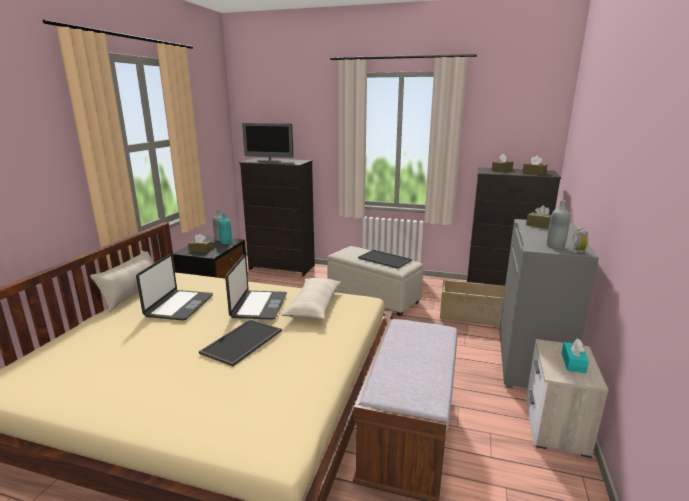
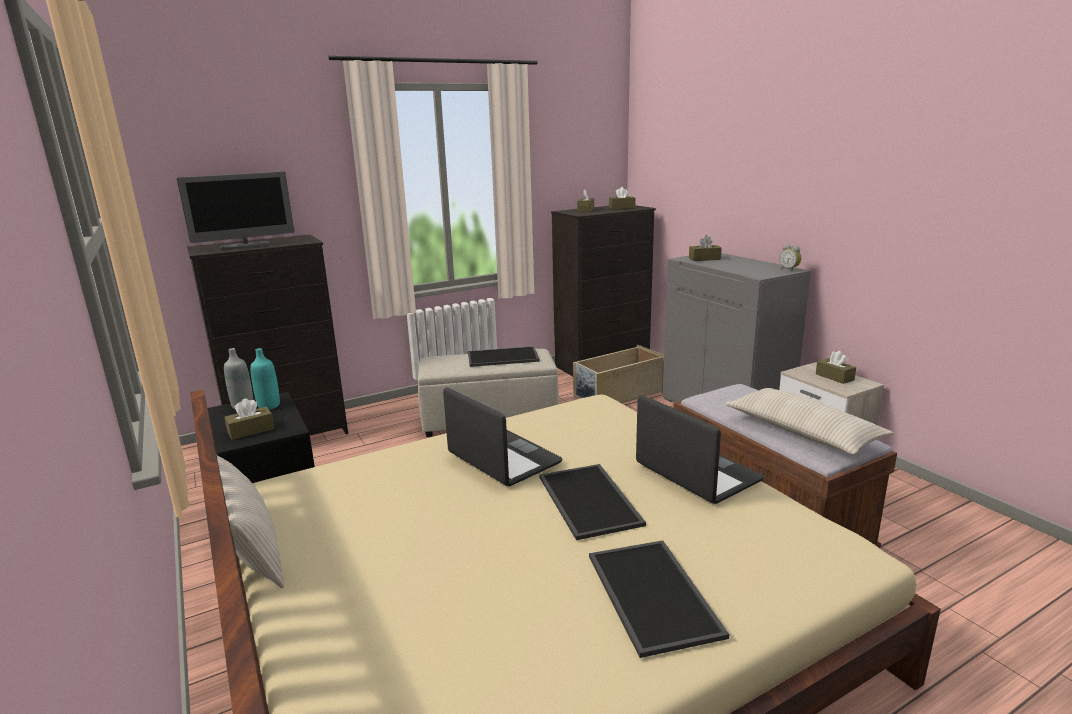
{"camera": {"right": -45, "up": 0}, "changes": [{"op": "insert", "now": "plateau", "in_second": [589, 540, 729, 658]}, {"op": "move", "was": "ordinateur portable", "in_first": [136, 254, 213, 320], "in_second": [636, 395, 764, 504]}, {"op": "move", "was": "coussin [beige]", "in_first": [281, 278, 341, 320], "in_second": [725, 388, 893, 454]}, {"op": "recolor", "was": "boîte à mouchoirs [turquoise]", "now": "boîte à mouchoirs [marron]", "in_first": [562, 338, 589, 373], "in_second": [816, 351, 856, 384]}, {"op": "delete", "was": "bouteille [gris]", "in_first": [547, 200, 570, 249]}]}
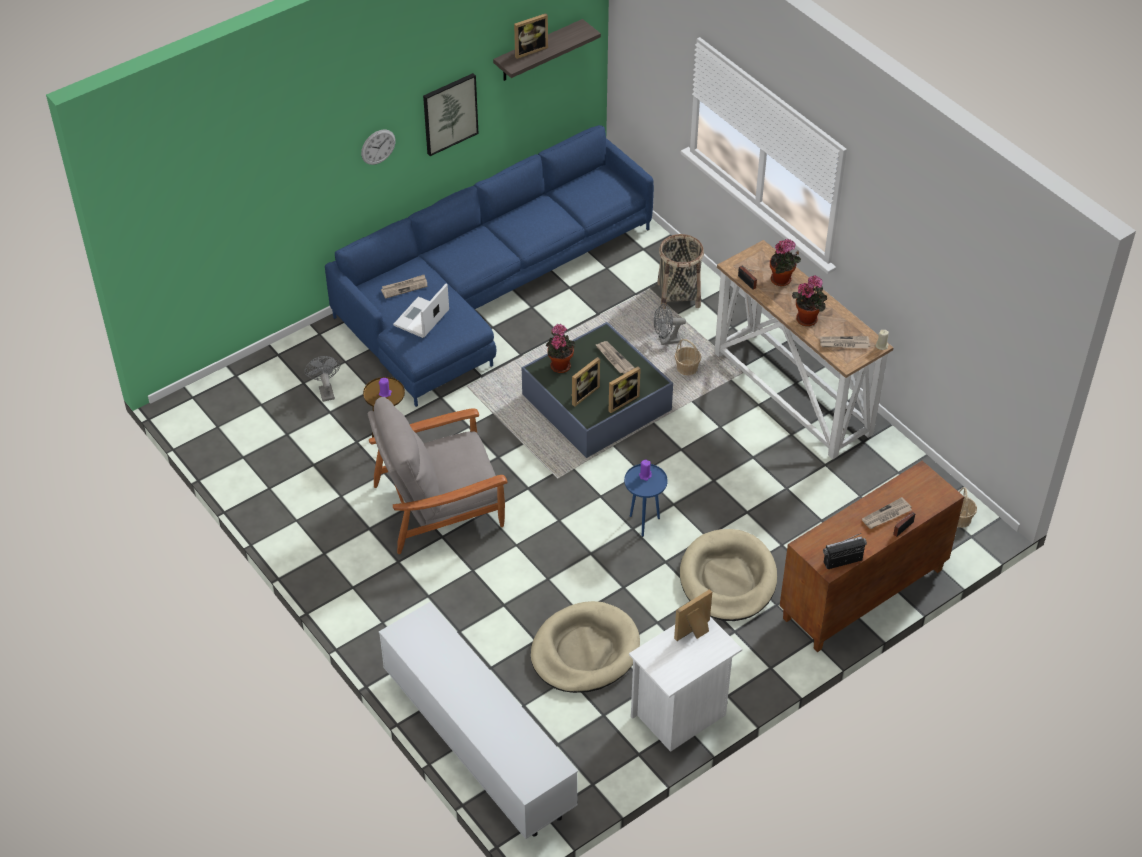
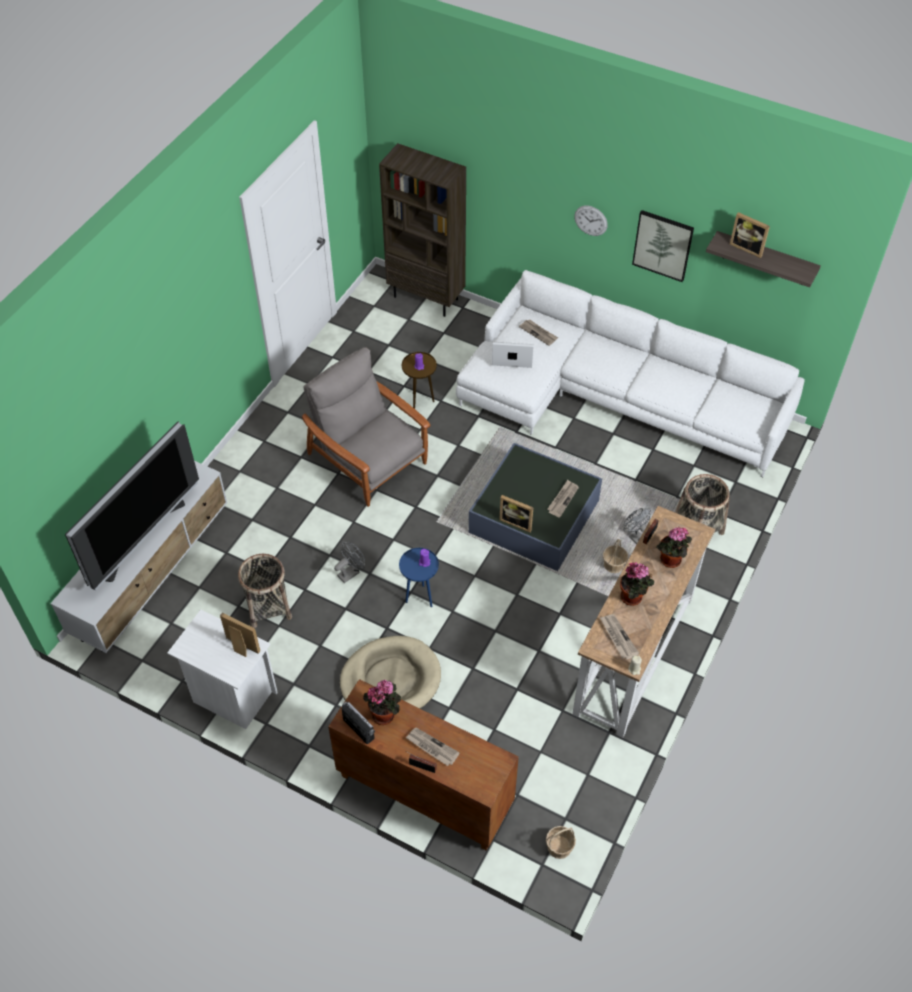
{"camera": {"right": 65, "up": 5}, "changes": [{"op": "insert", "now": "téléviseur", "in_second": [65, 422, 199, 591]}, {"op": "replace", "was": "panier pour chien [beige]", "now": "panier", "in_first": [531, 601, 640, 693], "in_second": [238, 554, 292, 628]}, {"op": "move", "was": "ventilateur [gris]", "in_first": [304, 356, 340, 402], "in_second": [334, 542, 365, 583]}, {"op": "move", "was": "plante en pot", "in_first": [546, 324, 575, 373], "in_second": [363, 680, 401, 725]}, {"op": "insert", "now": "bibliothèque [marron]", "in_second": [379, 143, 466, 317]}, {"op": "recolor", "was": "canapé [bleu]", "now": "canapé [blanc]", "in_first": [325, 125, 654, 407], "in_second": [456, 270, 805, 477]}, {"op": "delete", "was": "cadre photo", "in_first": [571, 357, 600, 407]}]}
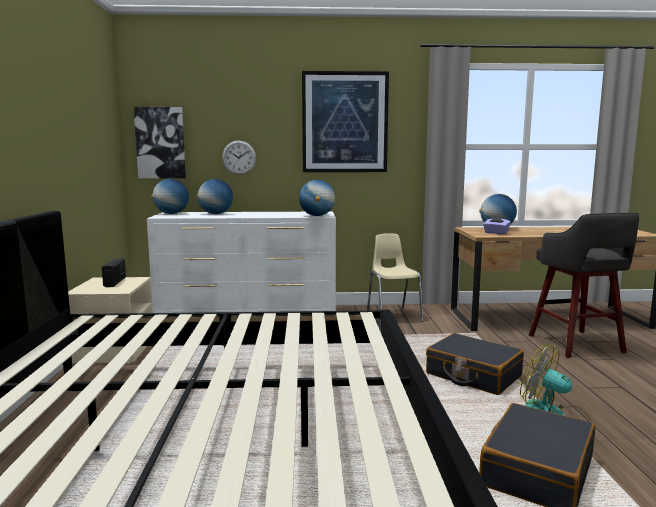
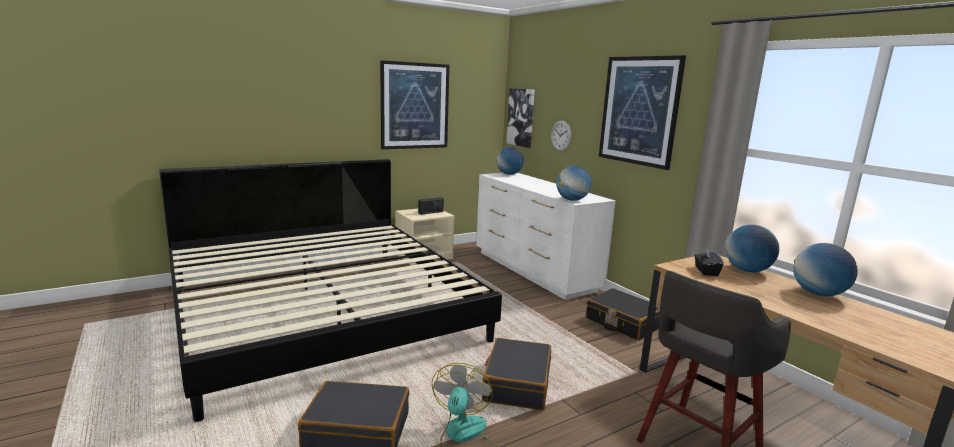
{"camera": {"right": 60, "up": 5}, "changes": [{"op": "insert", "now": "tableau", "in_second": [380, 60, 449, 149]}, {"op": "replace", "was": "chaise [beige]", "now": "valise [noir]", "in_first": [367, 233, 423, 322], "in_second": [586, 288, 660, 341]}, {"op": "recolor", "was": "boîte à mouchoirs [violet]", "now": "boîte à mouchoirs [noir]", "in_first": [483, 215, 511, 234], "in_second": [695, 248, 724, 276]}, {"op": "move", "was": "globe", "in_first": [196, 179, 233, 214], "in_second": [793, 243, 858, 296]}]}
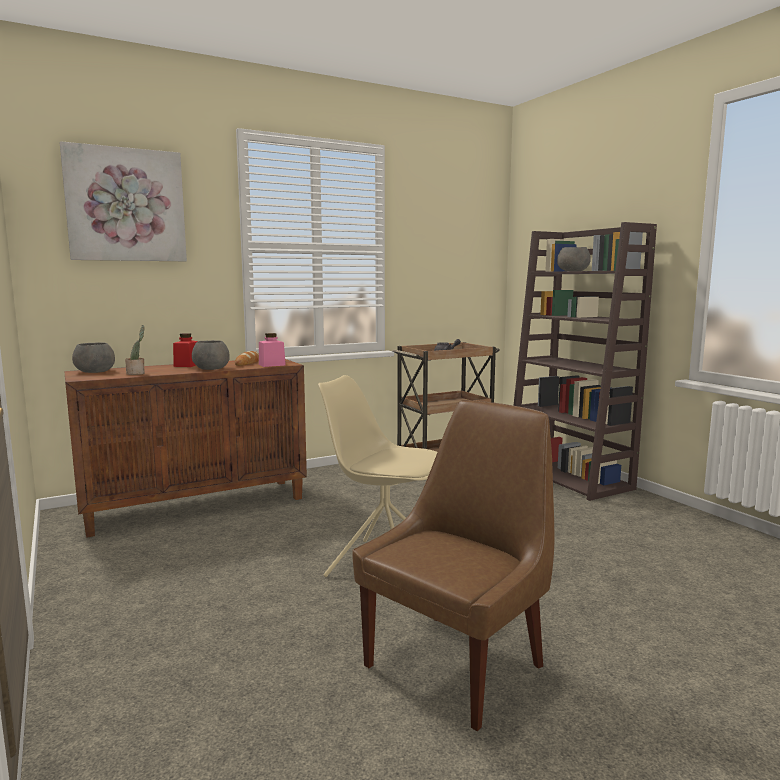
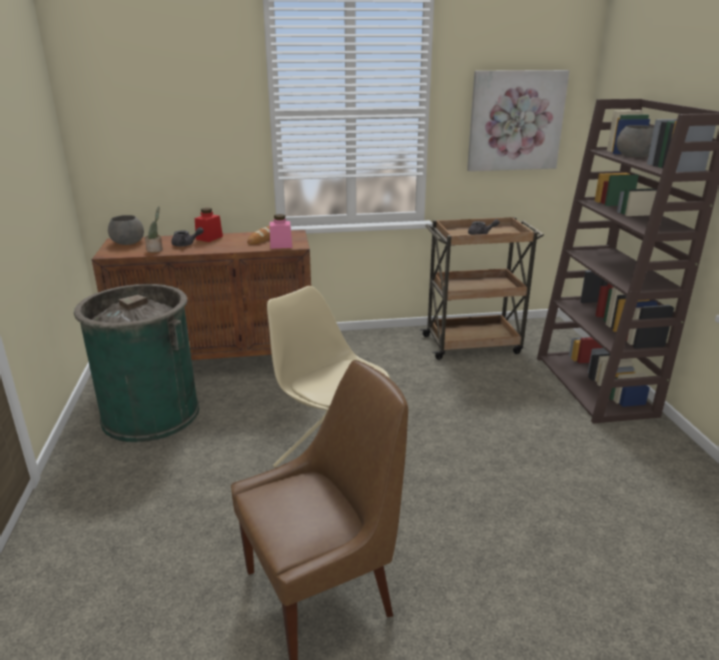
{"camera": {"right": 20, "up": 15}, "changes": [{"op": "insert", "now": "poubelle [vert]", "in_second": [74, 284, 200, 443]}, {"op": "insert", "now": "théière [gris]", "in_second": [171, 227, 204, 247]}, {"op": "move", "was": "tableau", "in_first": [60, 141, 187, 261], "in_second": [467, 70, 569, 171]}, {"op": "delete", "was": "bol [gris]", "in_first": [192, 340, 230, 370]}]}
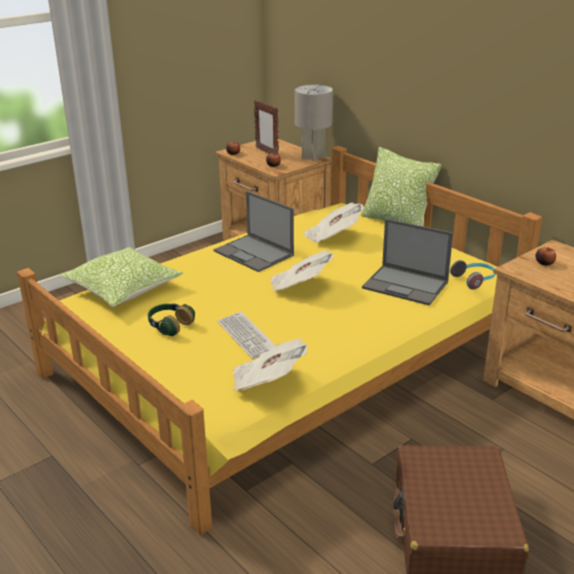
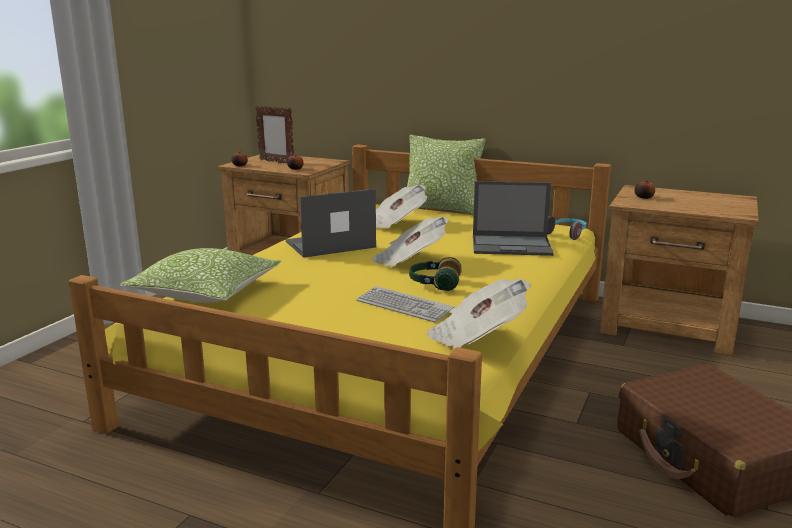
{"camera": {"right": -25, "up": -10}, "changes": [{"op": "rotate", "was": "ordinateur portable", "in_first": [213, 191, 294, 272], "in_second": [286, 189, 376, 258], "clockwise": 135}, {"op": "move", "was": "casque audio", "in_first": [148, 303, 195, 336], "in_second": [409, 257, 462, 291]}, {"op": "delete", "was": "lampe de table [gris]", "in_first": [295, 85, 333, 162]}]}
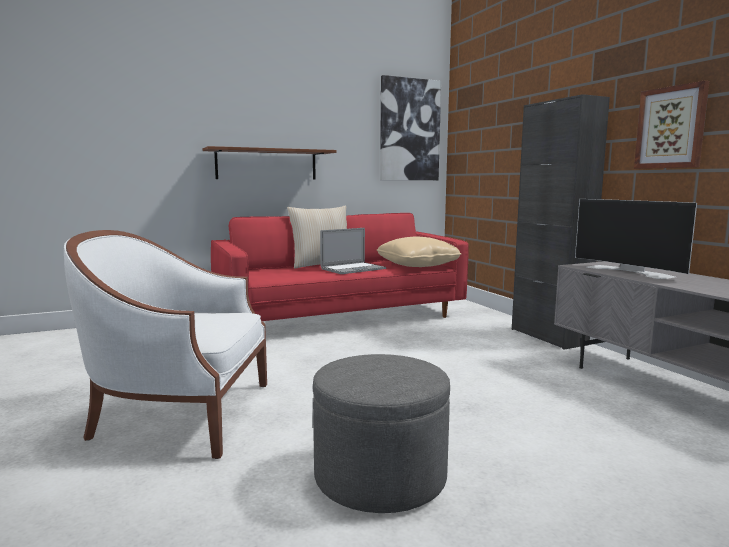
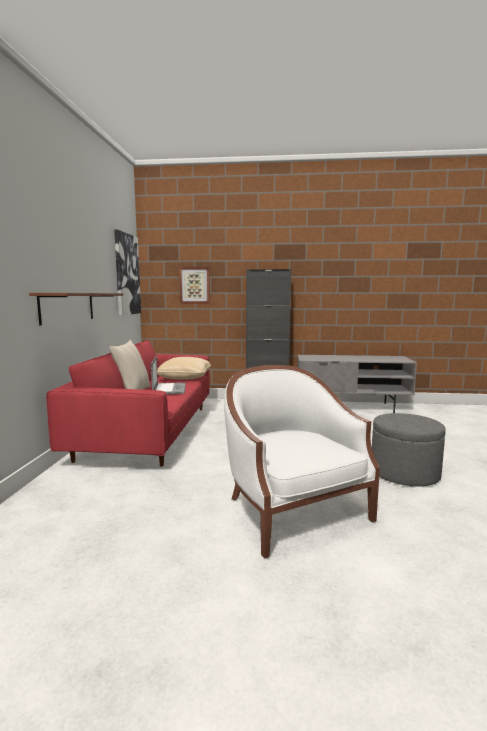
{"camera": {"right": -60, "up": 0}, "changes": [{"op": "move", "was": "tableau", "in_first": [634, 81, 709, 169], "in_second": [179, 267, 210, 304]}, {"op": "rotate", "was": "fauteuil [blanc]", "in_first": [64, 230, 267, 459], "in_second": [224, 365, 380, 559], "clockwise": 120}, {"op": "delete", "was": "téléviseur", "in_first": [575, 199, 697, 279]}]}
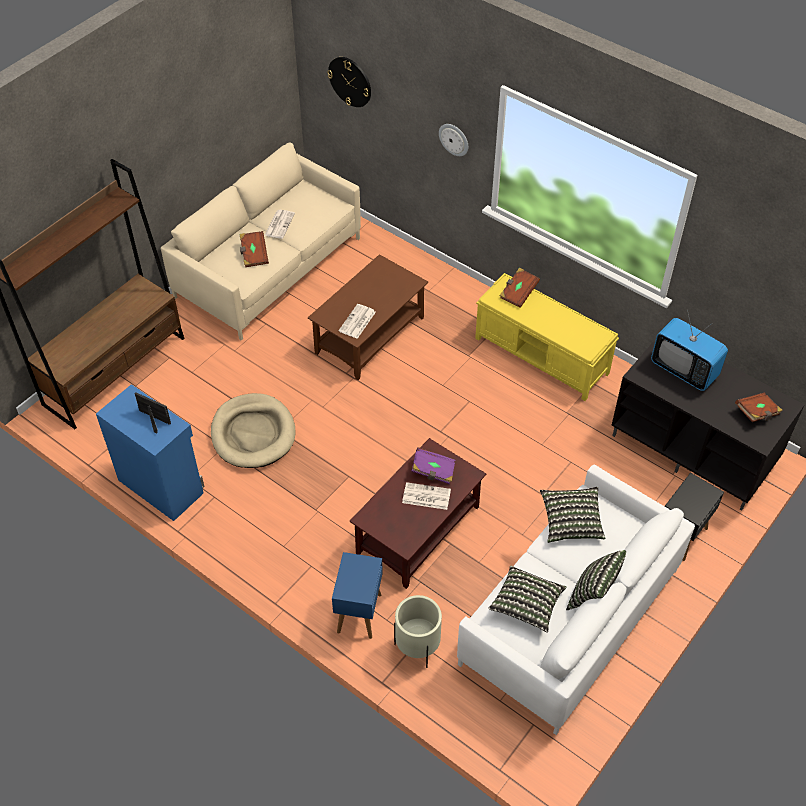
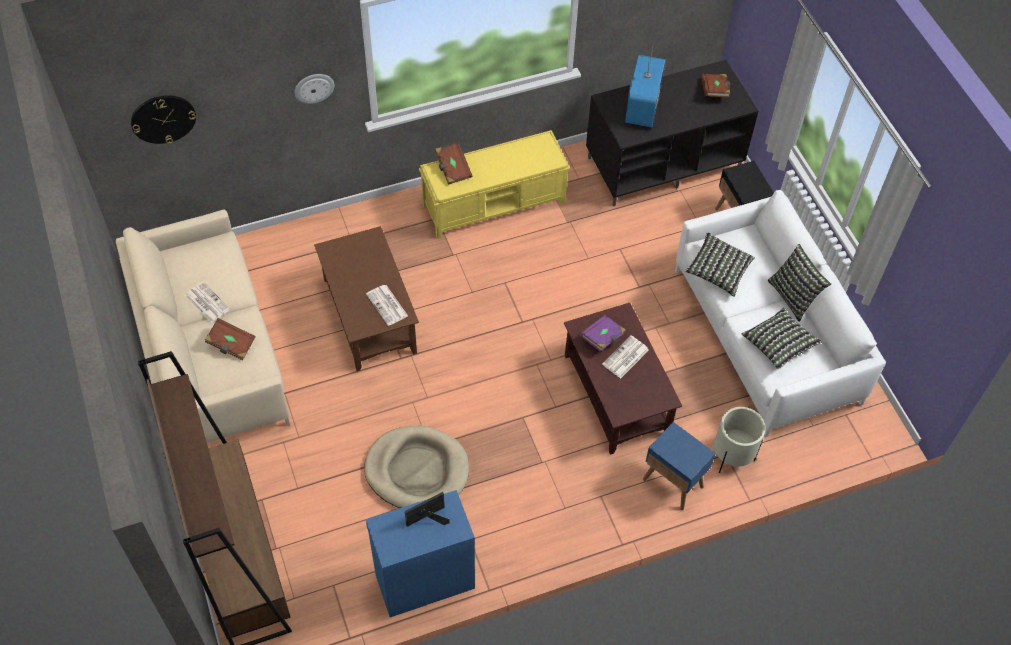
{"camera": {"right": -60, "up": 5}, "changes": [{"op": "rotate", "was": "téléviseur", "in_first": [651, 310, 728, 391], "in_second": [625, 44, 666, 128], "clockwise": -60}]}
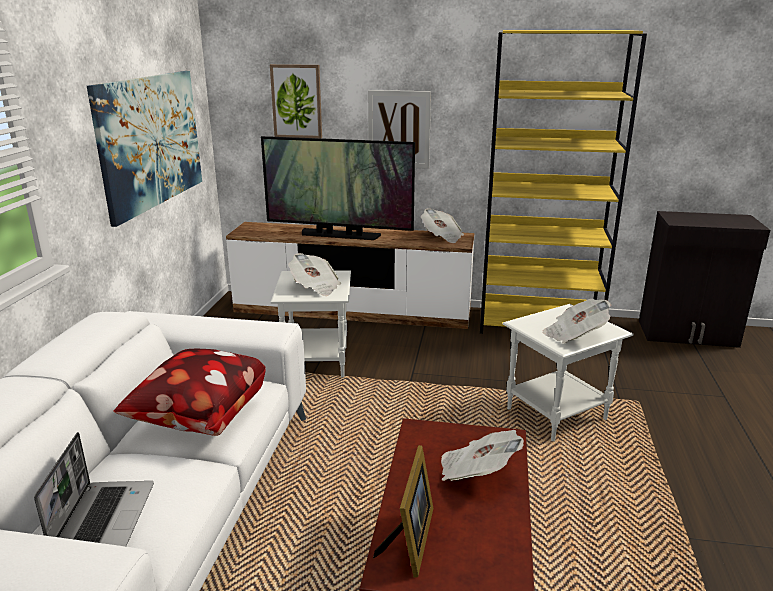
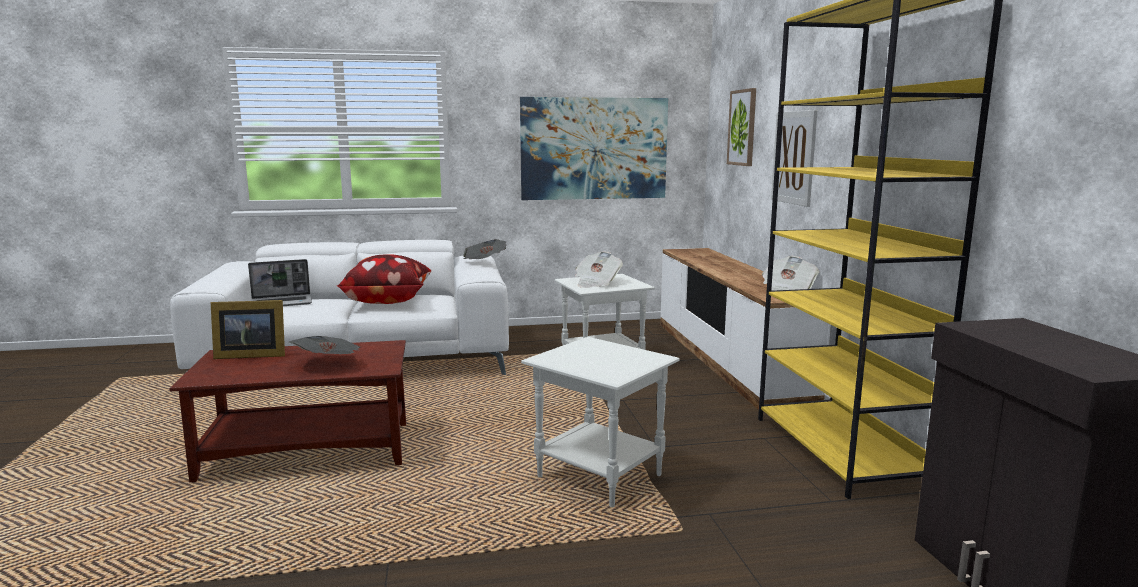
{"camera": {"right": 70, "up": -10}, "changes": [{"op": "move", "was": "journal", "in_first": [543, 299, 612, 343], "in_second": [463, 239, 506, 259]}, {"op": "delete", "was": "téléviseur", "in_first": [261, 136, 415, 240]}]}
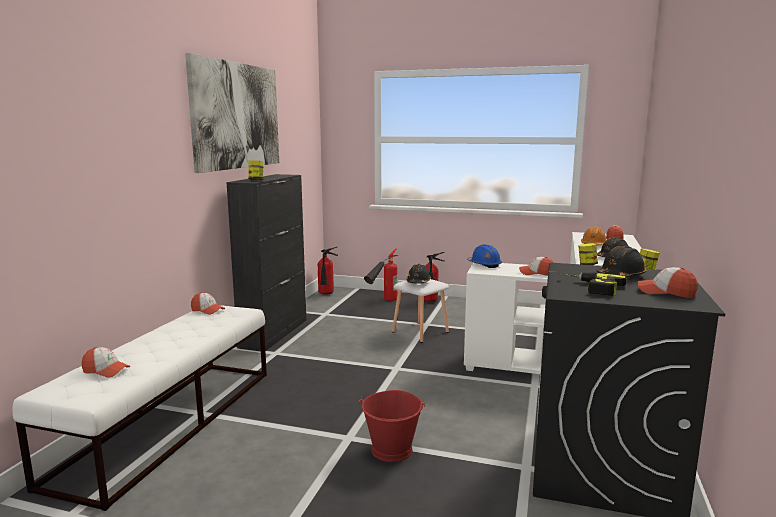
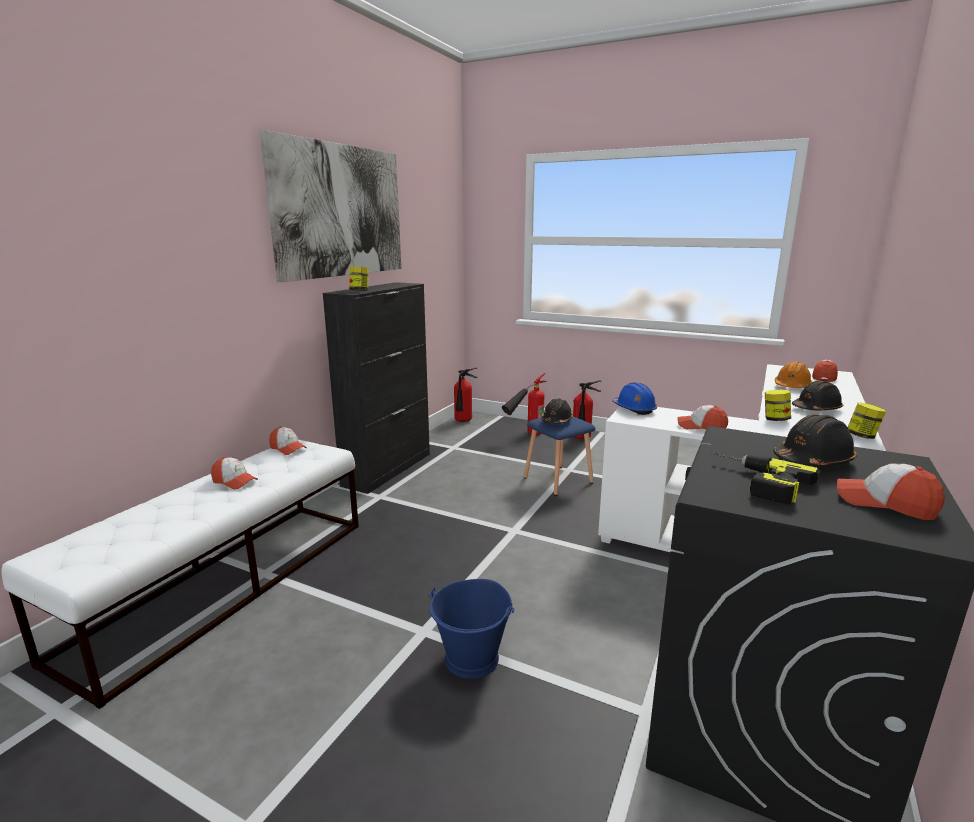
{"camera": {"right": 10, "up": 5}, "changes": [{"op": "move", "was": "casquette", "in_first": [81, 347, 130, 378], "in_second": [211, 457, 258, 490]}, {"op": "recolor", "was": "seau [rouge]", "now": "seau [bleu]", "in_first": [358, 390, 426, 462], "in_second": [428, 579, 514, 679]}, {"op": "recolor", "was": "tabouret [blanc]", "now": "tabouret [bleu]", "in_first": [392, 279, 449, 343], "in_second": [524, 417, 596, 496]}]}
